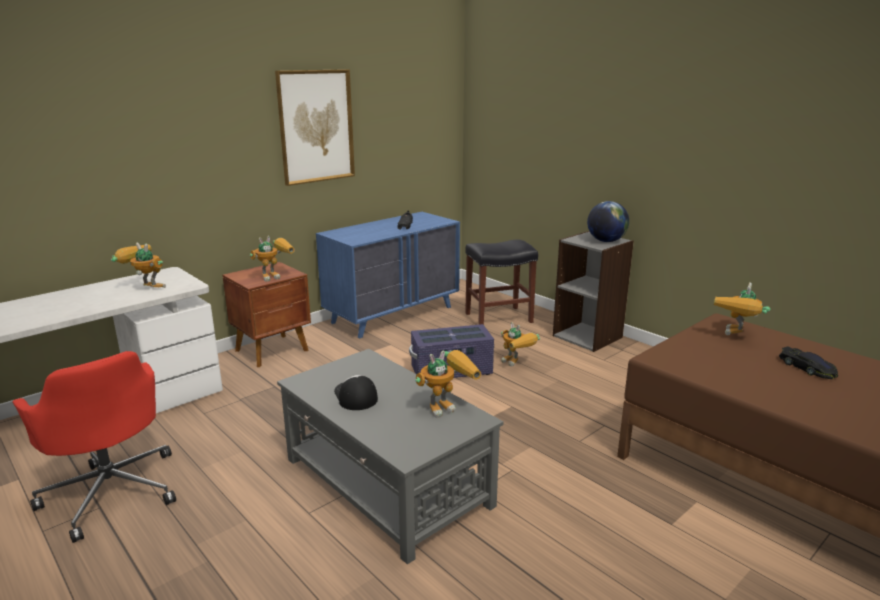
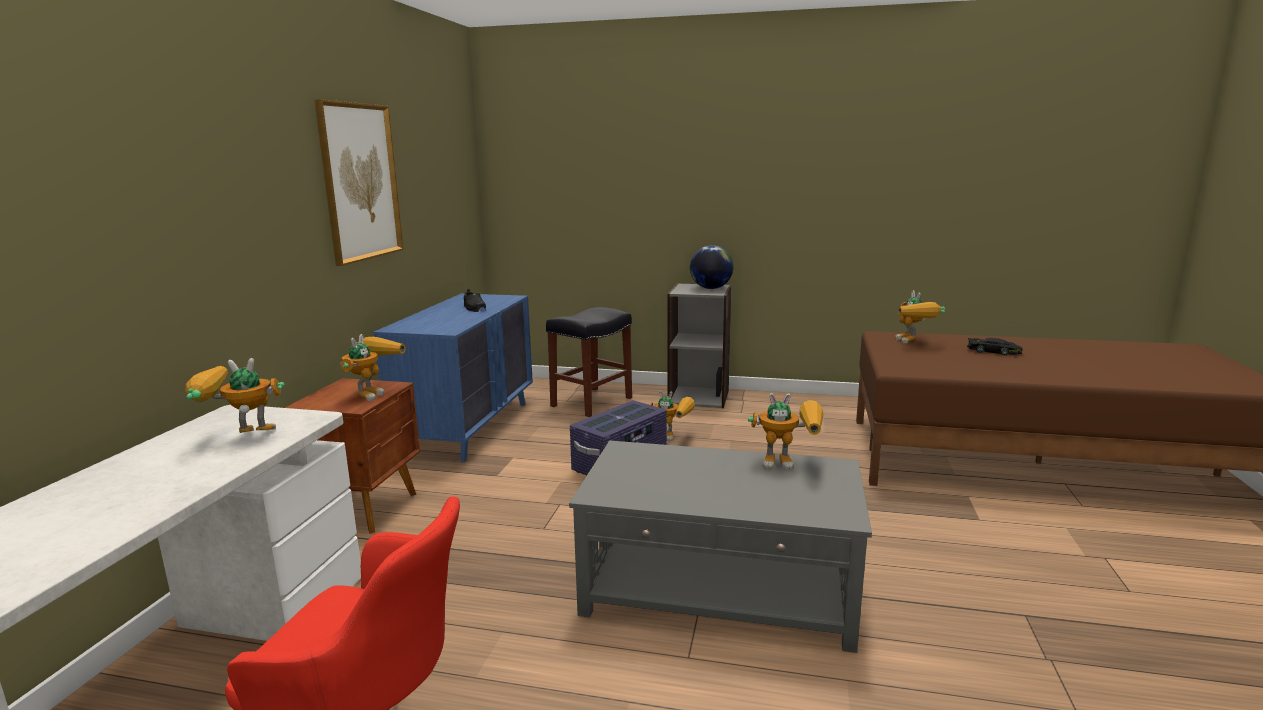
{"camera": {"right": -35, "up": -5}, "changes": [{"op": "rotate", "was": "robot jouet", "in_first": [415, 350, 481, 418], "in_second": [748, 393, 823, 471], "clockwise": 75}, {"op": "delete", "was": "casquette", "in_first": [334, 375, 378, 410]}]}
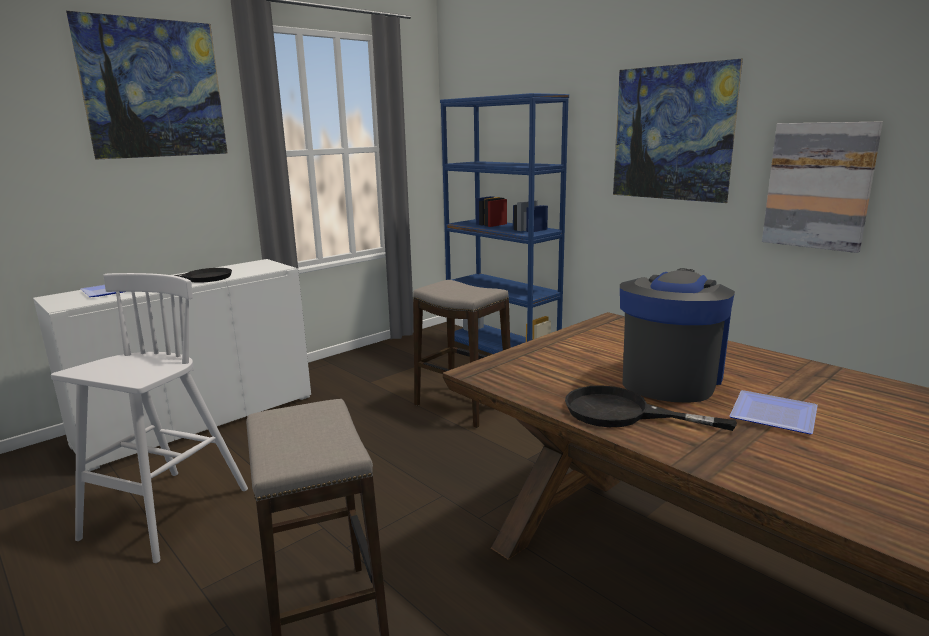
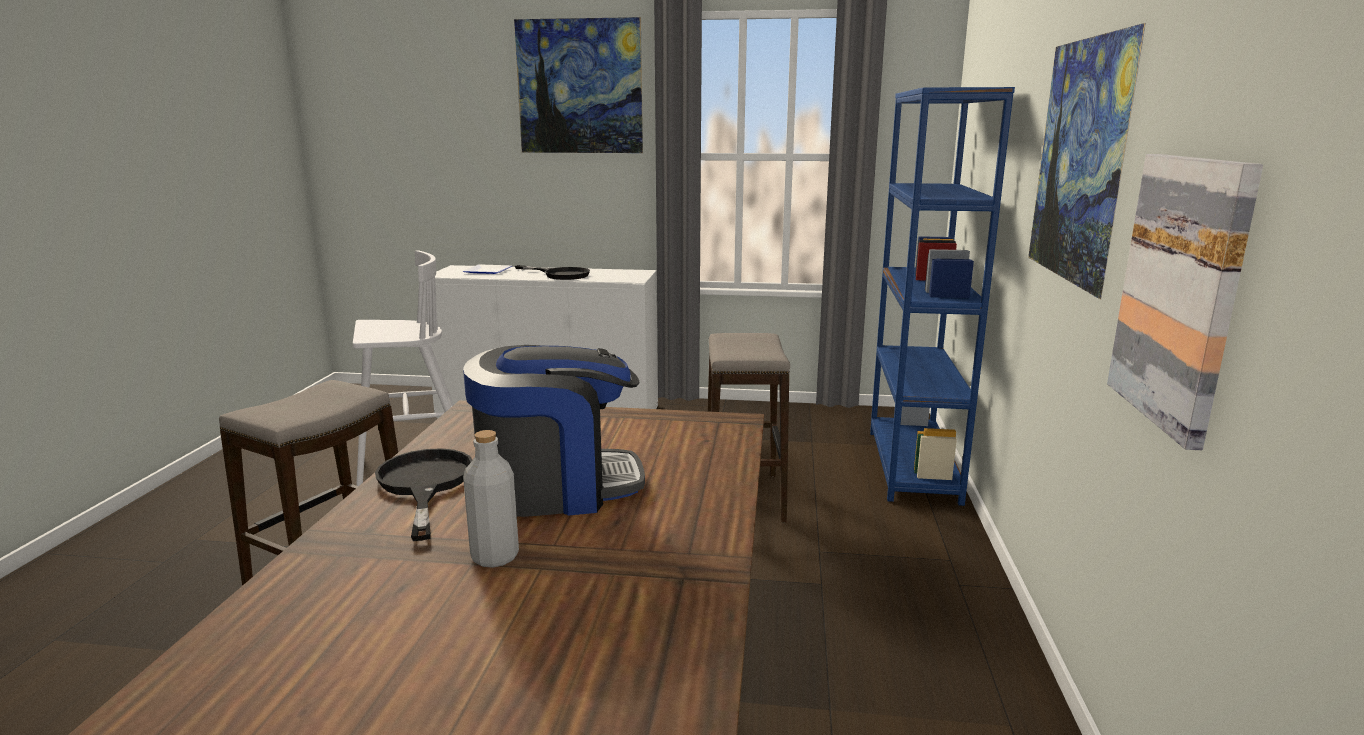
{"camera": {"right": 50, "up": 0}, "changes": [{"op": "replace", "was": "assiette", "now": "bouteille [gris]", "in_first": [730, 390, 818, 434], "in_second": [463, 430, 519, 568]}]}
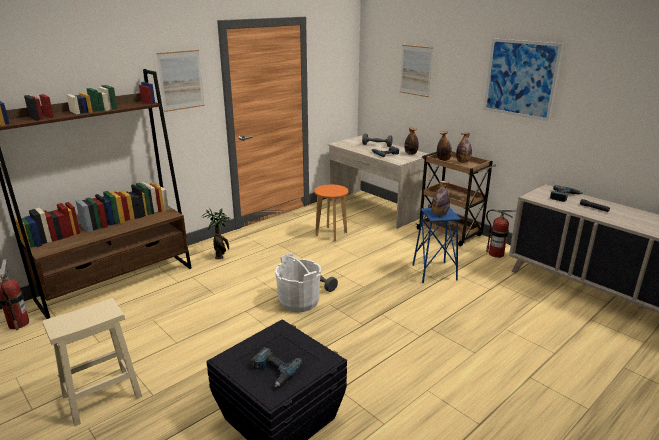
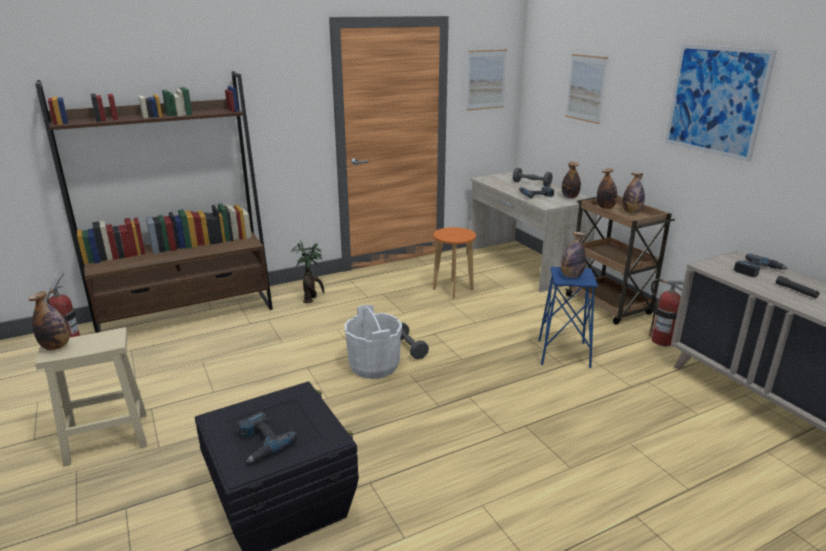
{"camera": {"right": 15, "up": 0}, "changes": [{"op": "insert", "now": "bouteille", "in_second": [28, 291, 70, 350]}, {"op": "move", "was": "tableau", "in_first": [156, 50, 205, 112], "in_second": [466, 49, 507, 110]}]}
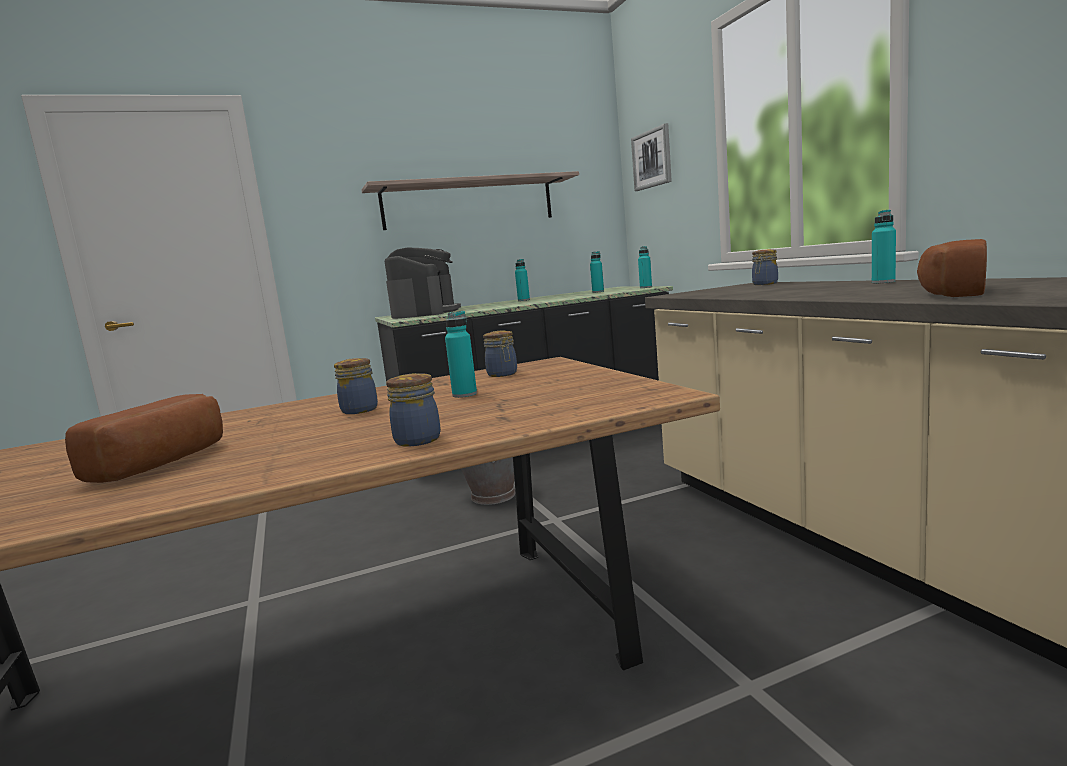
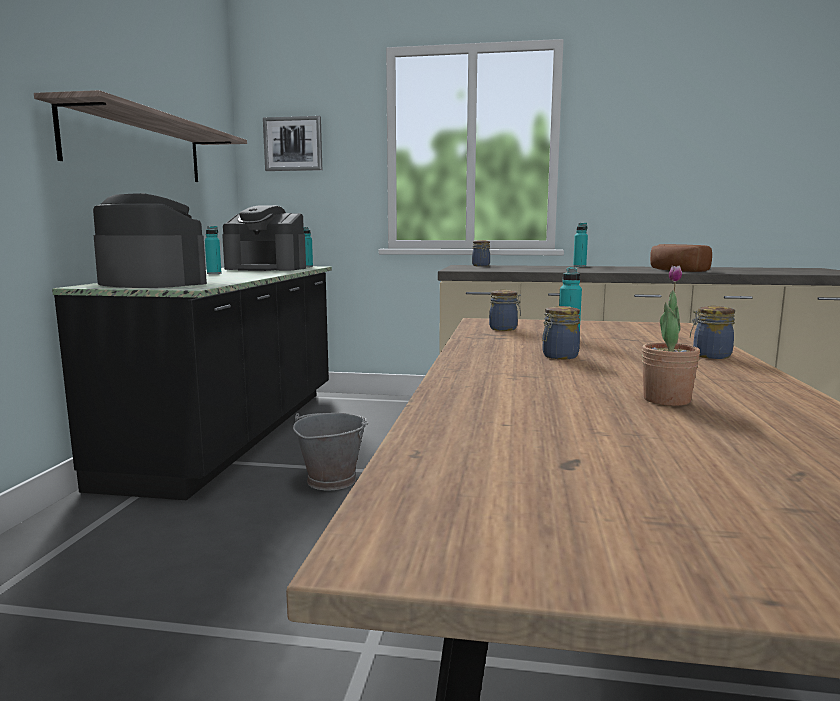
{"camera": {"right": -60, "up": 0}, "changes": [{"op": "replace", "was": "bouteille [turquoise]", "now": "machine à café", "in_first": [590, 251, 604, 293], "in_second": [222, 205, 306, 271]}, {"op": "replace", "was": "pain", "now": "plante en pot", "in_first": [65, 394, 223, 483], "in_second": [642, 266, 700, 406]}]}
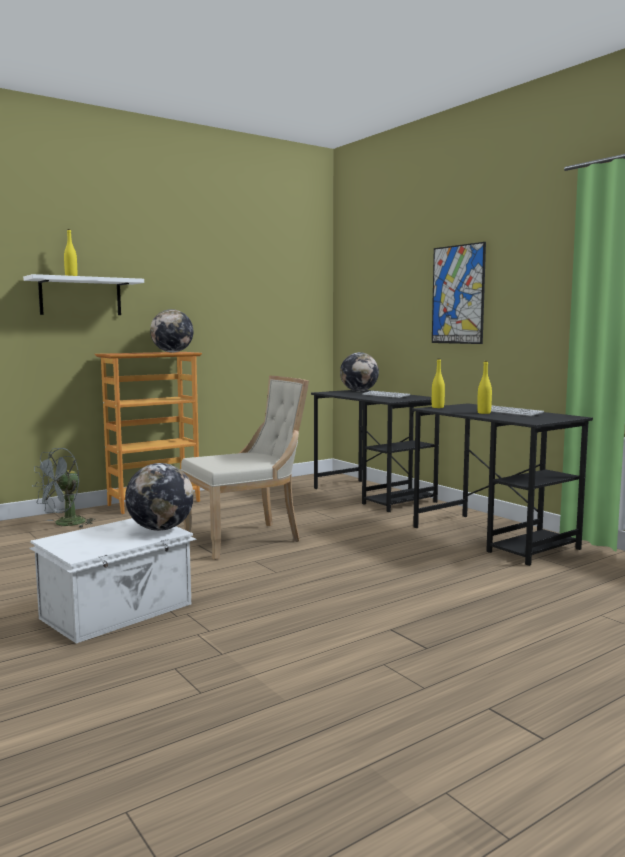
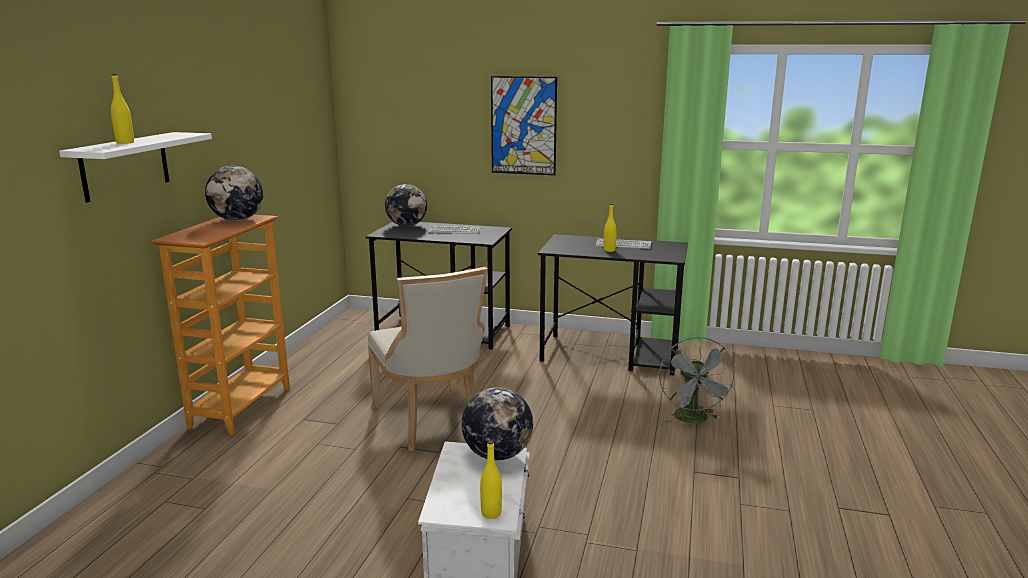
{"camera": {"right": -40, "up": 10}, "changes": [{"op": "rotate", "was": "chaise [beige]", "in_first": [181, 376, 309, 560], "in_second": [368, 267, 488, 451], "clockwise": 135}, {"op": "move", "was": "bouteille [jaune]", "in_first": [432, 359, 445, 408], "in_second": [480, 440, 502, 519]}, {"op": "move", "was": "ventilateur [gris]", "in_first": [32, 448, 95, 527], "in_second": [659, 337, 737, 424]}]}
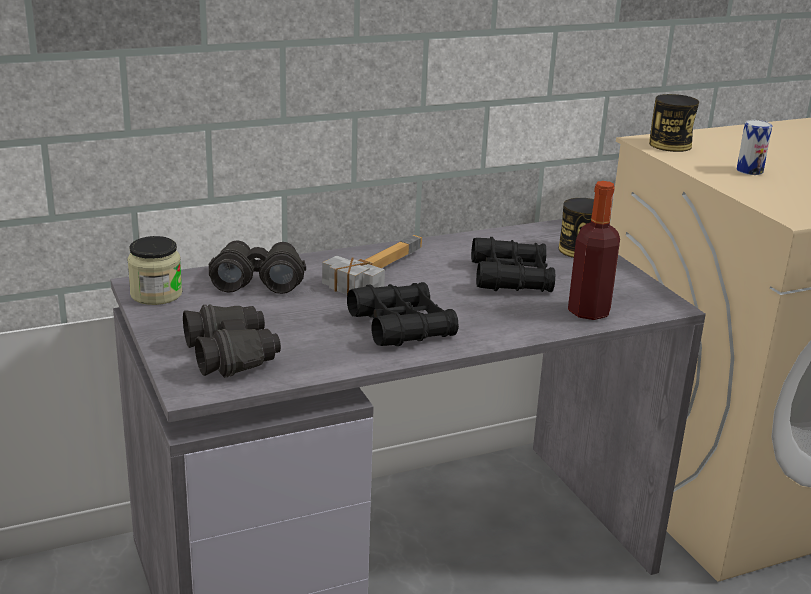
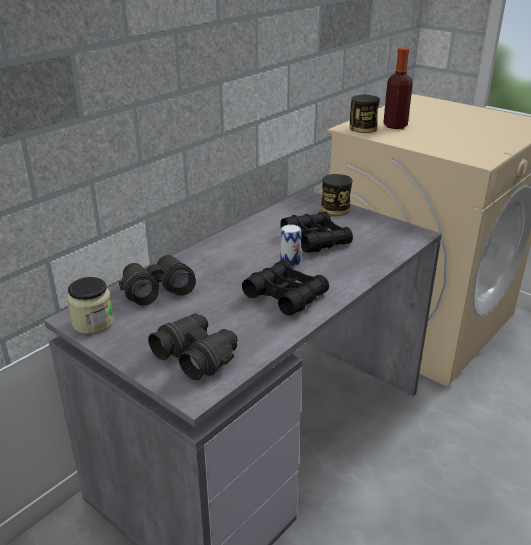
{"camera": {"right": -25, "up": 5}, "changes": [{"op": "move", "was": "boîte métallique", "in_first": [737, 120, 772, 175], "in_second": [280, 224, 301, 266]}, {"op": "move", "was": "bouteille", "in_first": [568, 181, 620, 320], "in_second": [383, 48, 413, 129]}, {"op": "delete", "was": "marteau", "in_first": [322, 235, 422, 294]}]}
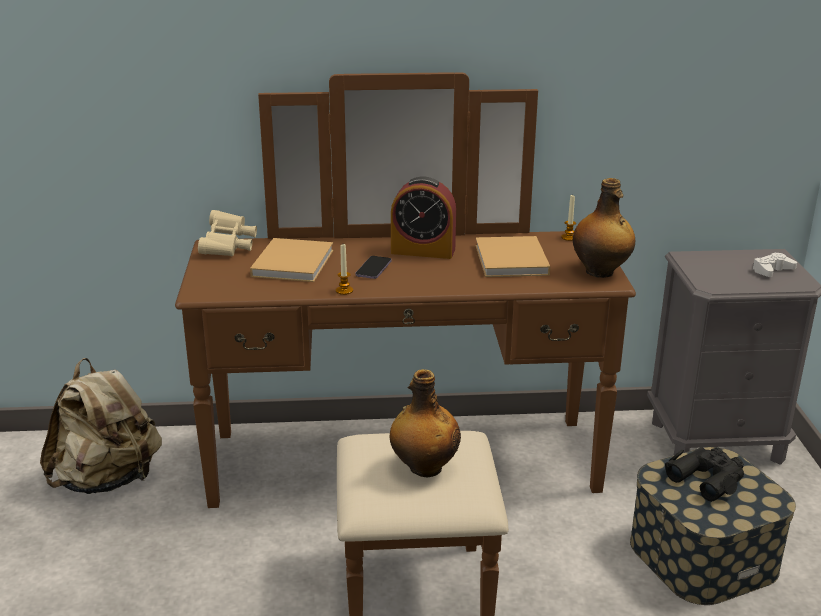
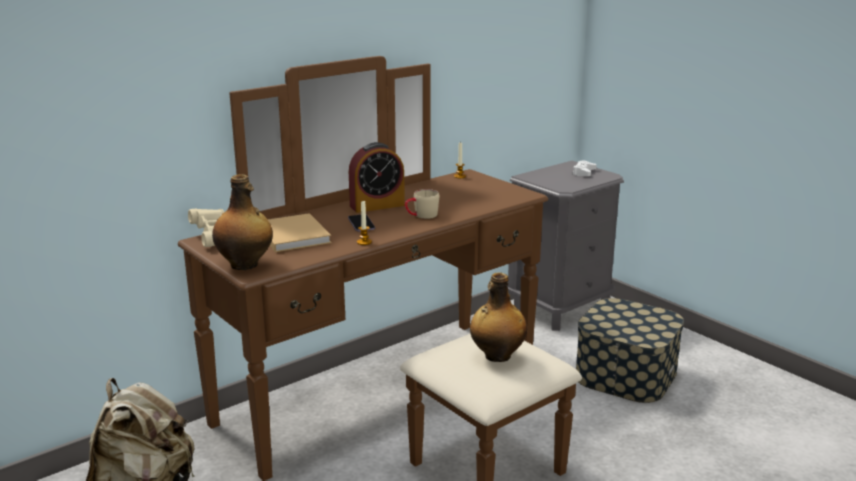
{"camera": {"right": -35, "up": -5}, "changes": [{"op": "move", "was": "bouteille", "in_first": [573, 178, 635, 278], "in_second": [212, 174, 273, 270]}, {"op": "insert", "now": "mug [beige]", "in_second": [405, 189, 439, 219]}, {"op": "delete", "was": "livre [beige]", "in_first": [475, 236, 550, 277]}, {"op": "delete", "was": "jumelles [noir]", "in_first": [665, 447, 744, 502]}]}
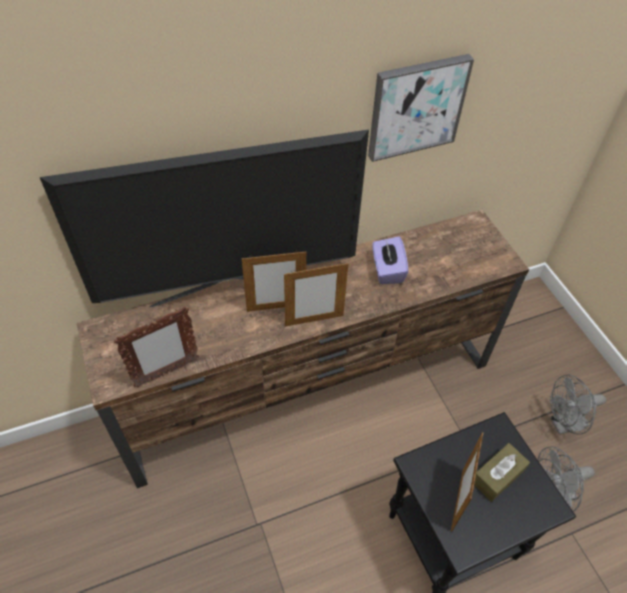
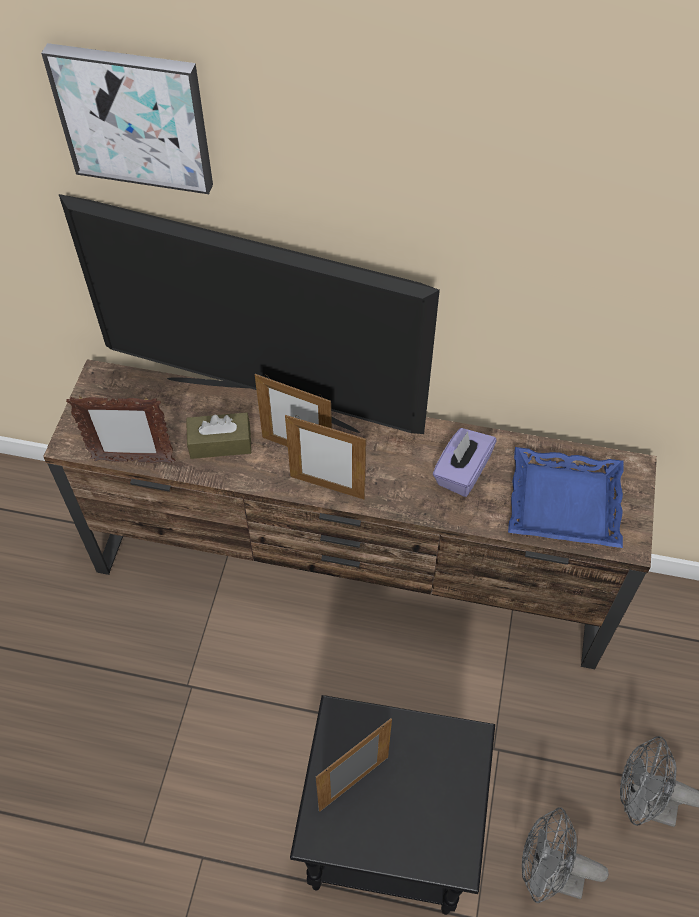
{"camera": {"right": 35, "up": 5}, "changes": [{"op": "move", "was": "tableau", "in_first": [368, 54, 474, 162], "in_second": [41, 43, 213, 194]}, {"op": "move", "was": "boîte à mouchoirs [marron]", "in_first": [474, 443, 530, 502], "in_second": [186, 412, 251, 459]}, {"op": "insert", "now": "plateau [bleu]", "in_second": [508, 447, 624, 548]}]}
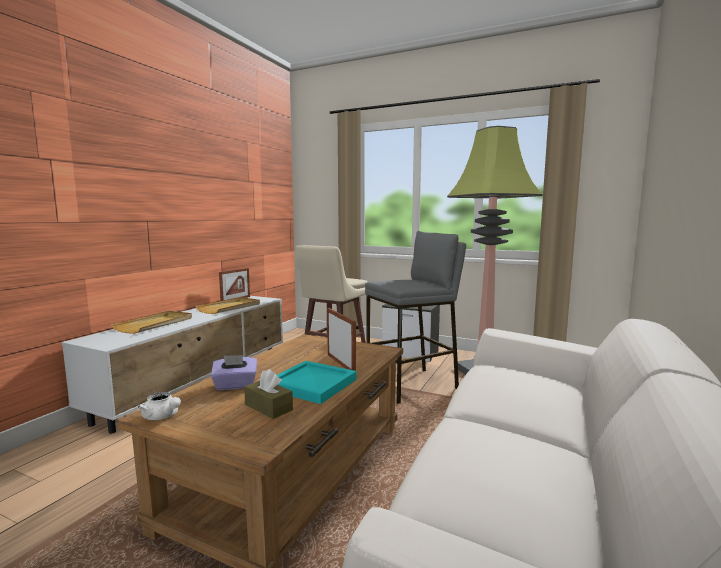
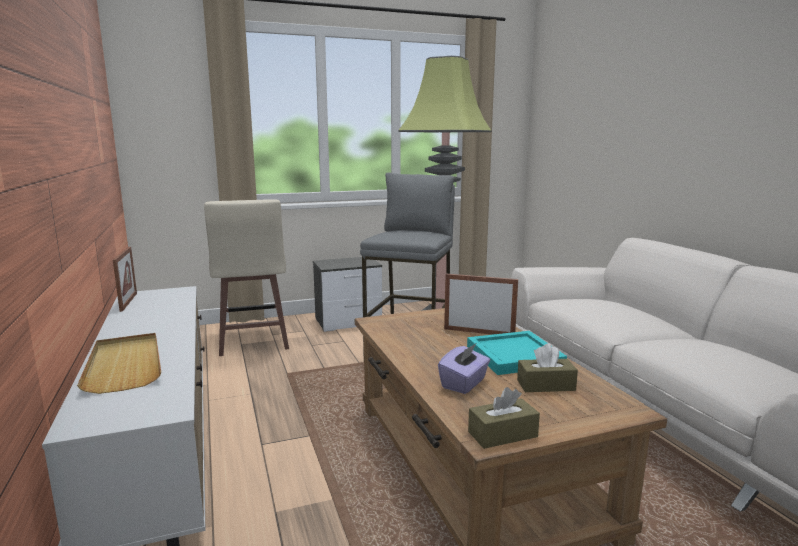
{"camera": {"right": -45, "up": 5}, "changes": [{"op": "replace", "was": "théière [blanc]", "now": "boîte à mouchoirs [marron]", "in_first": [137, 392, 181, 420], "in_second": [468, 387, 540, 449]}, {"op": "delete", "was": "plateau [beige]", "in_first": [195, 297, 260, 314]}]}
